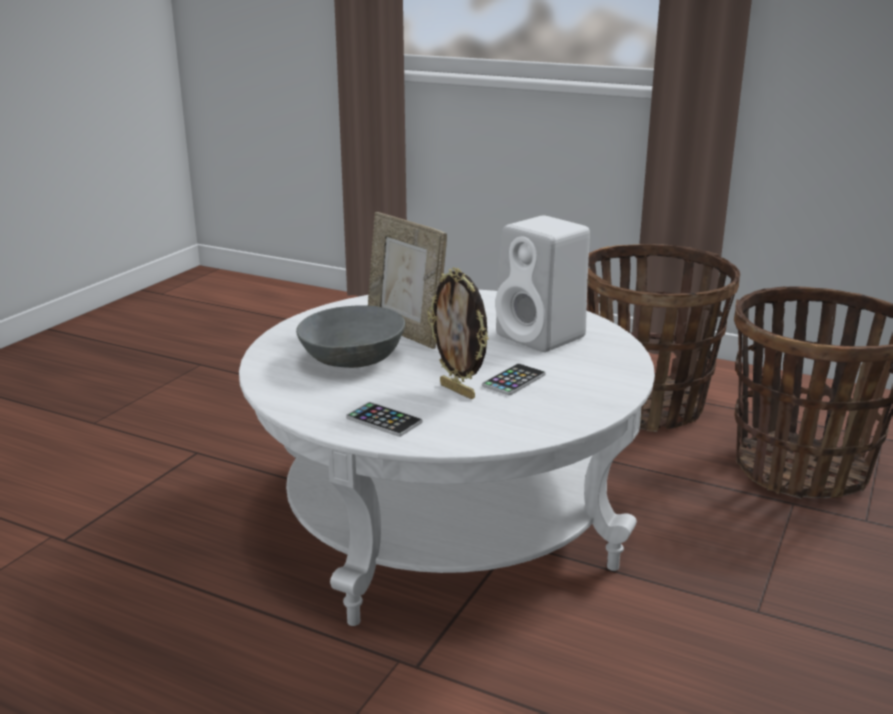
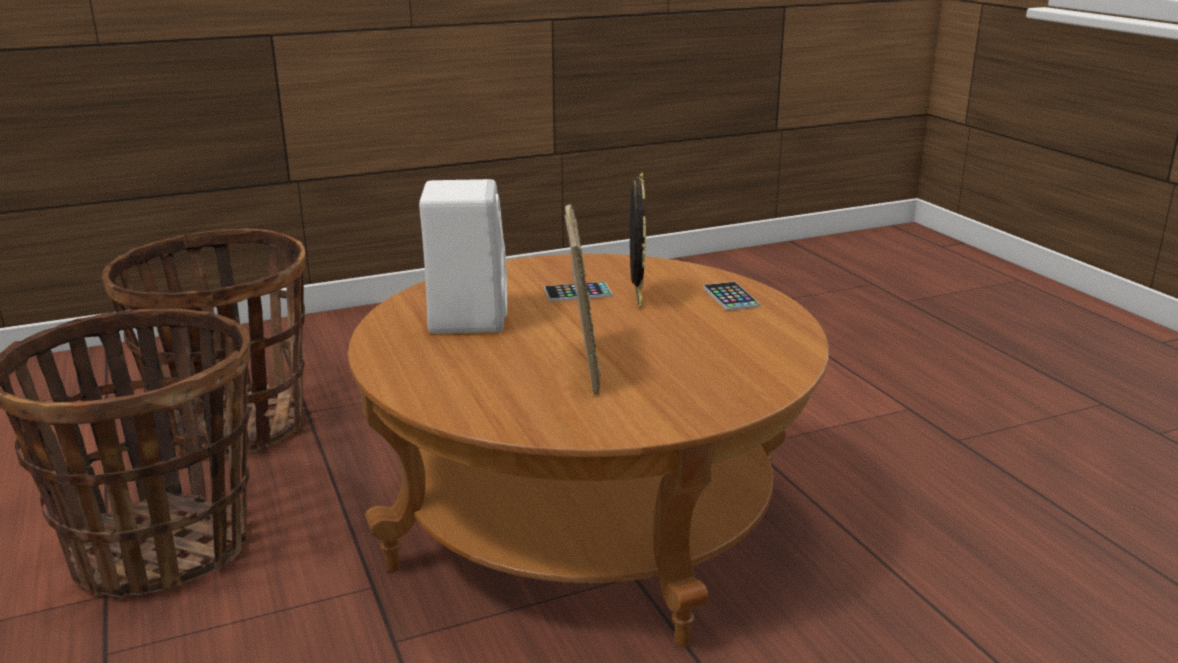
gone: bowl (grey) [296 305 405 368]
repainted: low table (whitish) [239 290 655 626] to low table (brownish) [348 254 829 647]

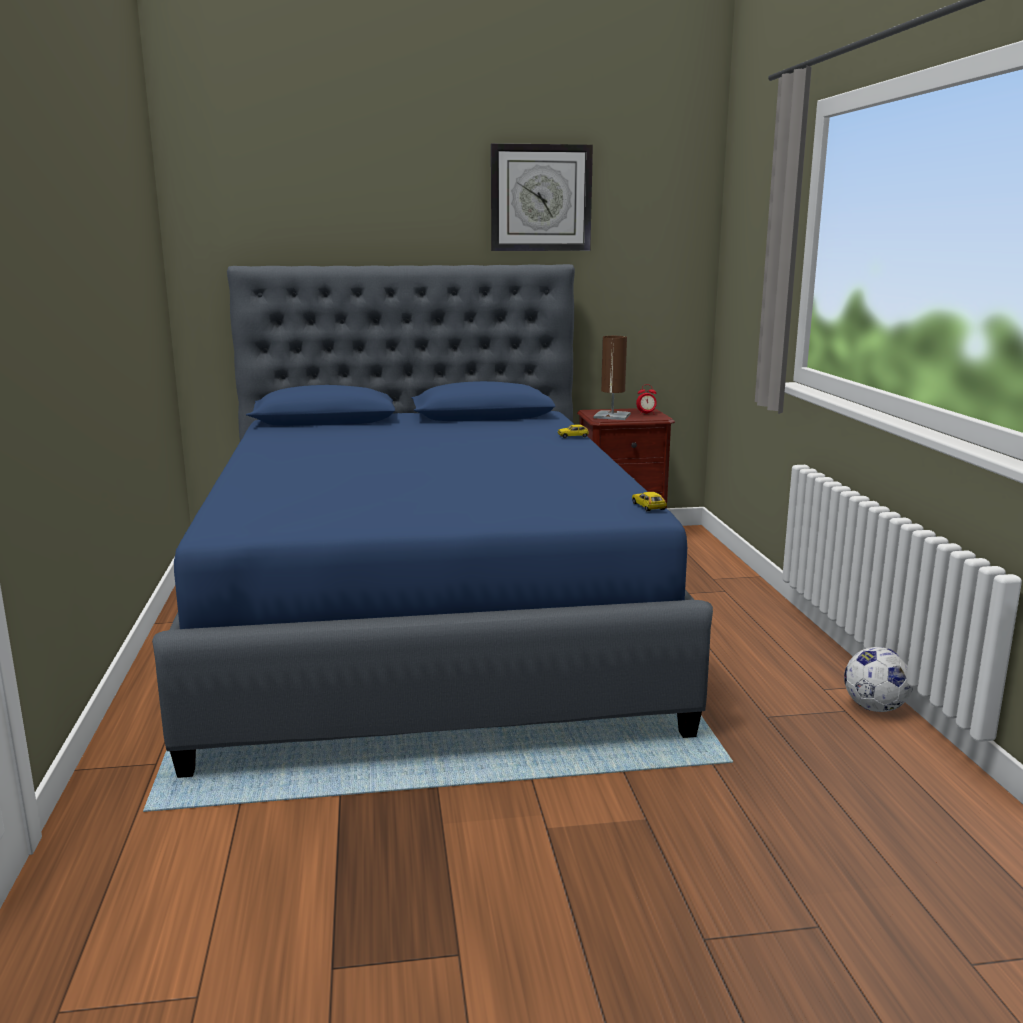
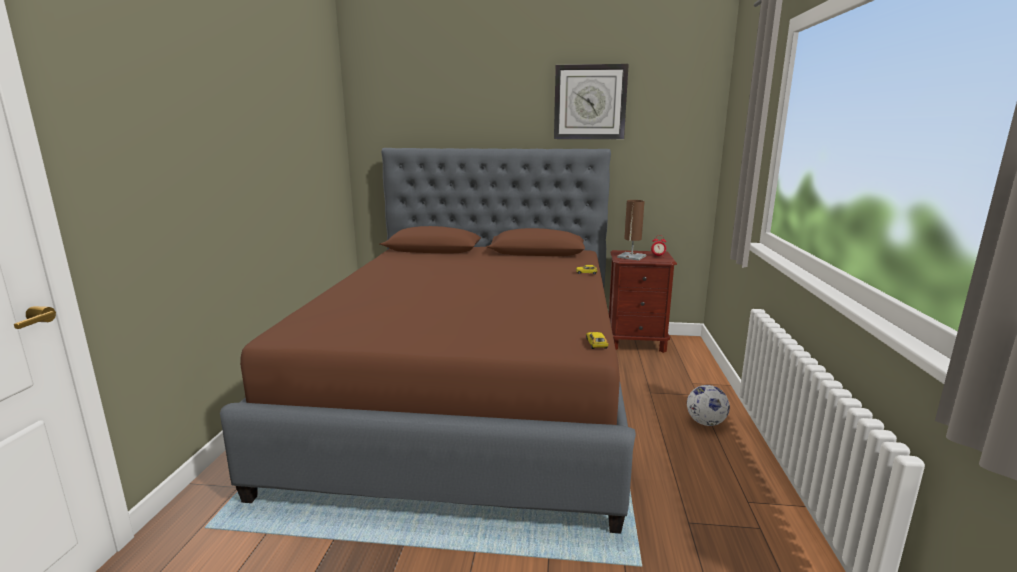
shifted: football ball [844 647 913 712] to [687 385 730 426]
repainted: sleeping bed (blue) [152 264 713 778] to sleeping bed (brownish) [220 148 636 534]

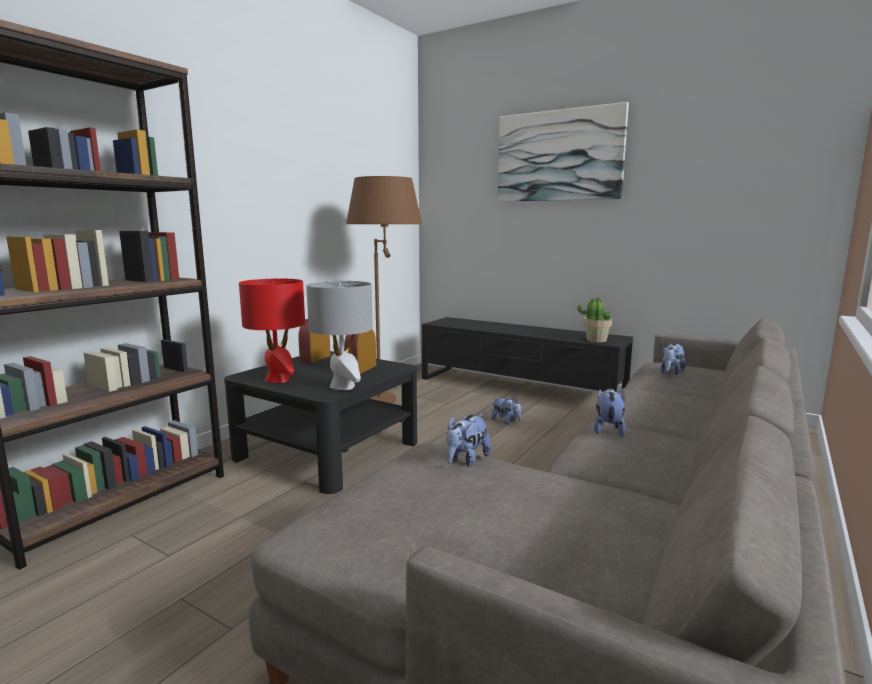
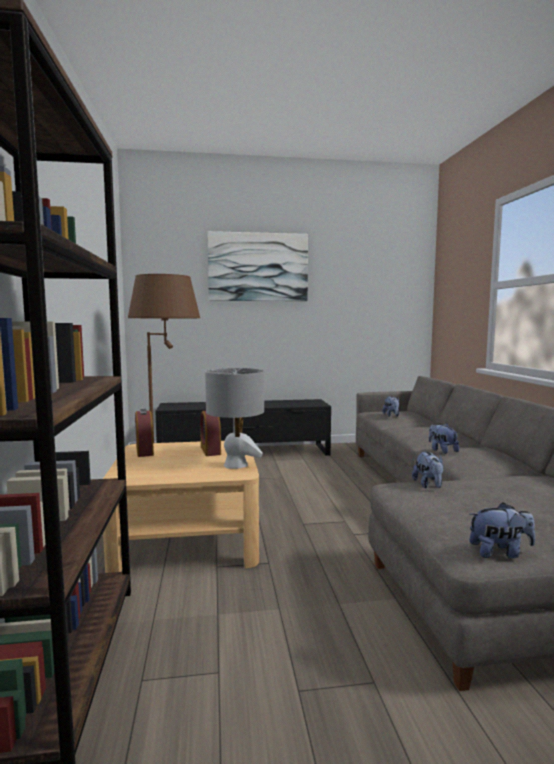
gone: lamp for a table (red-coloured) [239 279 305 383]; plant in a pot [577 296 612 342]
shifted: cuddly toy [491 397 521 425] to [469 502 535 558]
repainted: low table (black) [224 351 417 494] to low table (sand-coloured) [103 441 259 573]

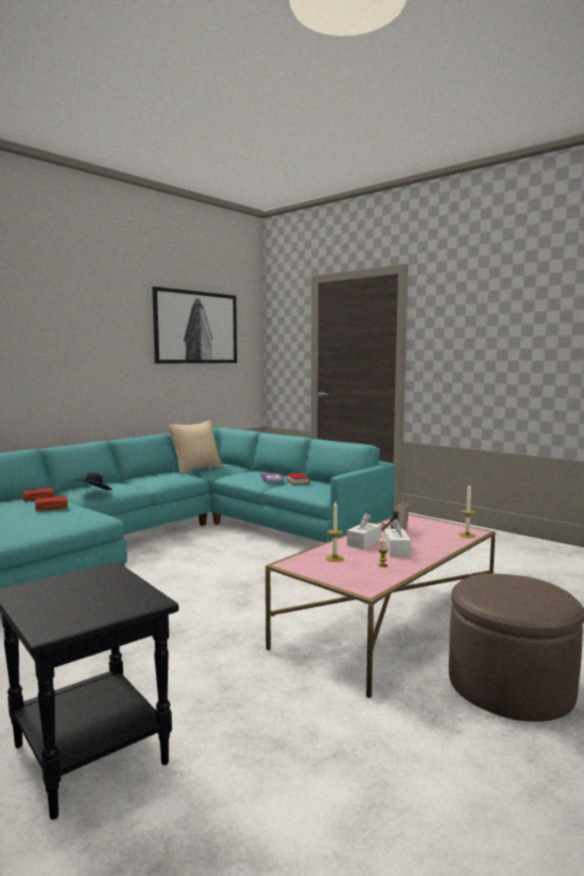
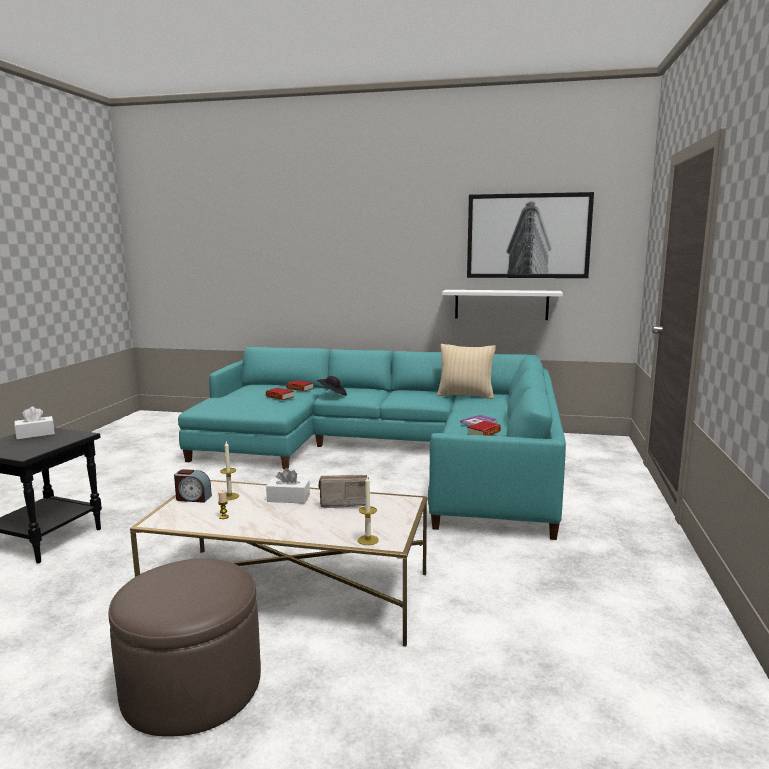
new: alarm clock [174 469 212 503]; shelf (whitish) [442 290 563 320]
shifted: tissue holder (whitish) [384 519 411 556] to [14 406 55 439]
repainted: low table (pink) [265 514 496 698] to low table (whitish) [130 480 427 647]

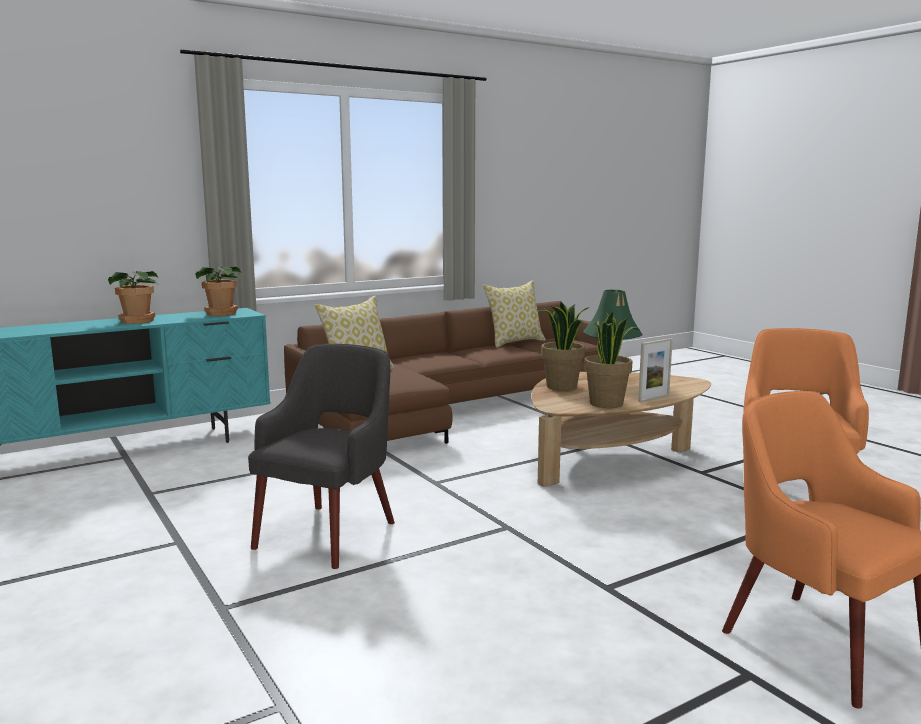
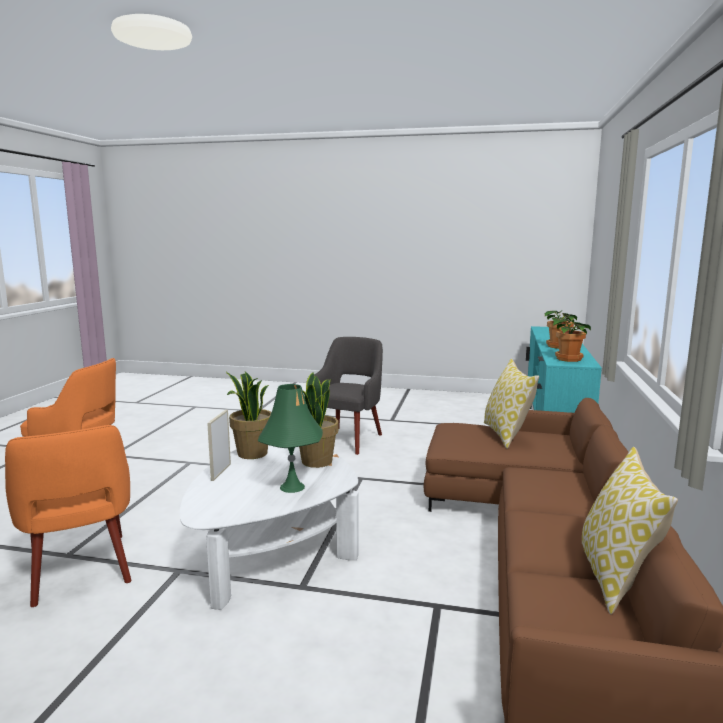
repainted: low table (brownish) [531 372 711 487] to low table (whitish) [180 445 359 610]
rotated: easy chair (grey) [248 344 395 569] = [314 337 383 455] 135 degrees counterclockwise

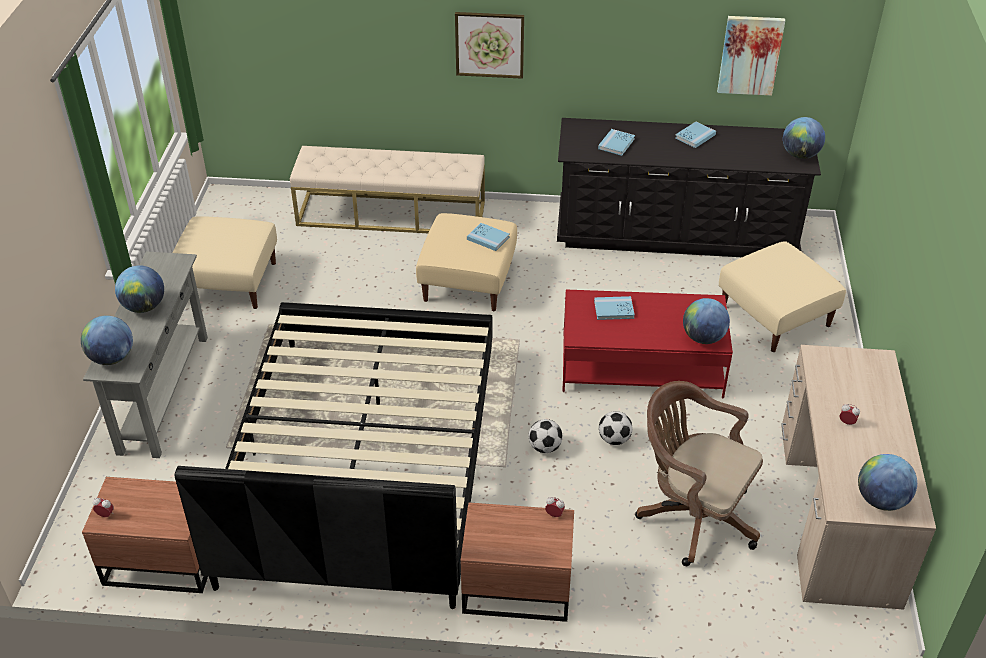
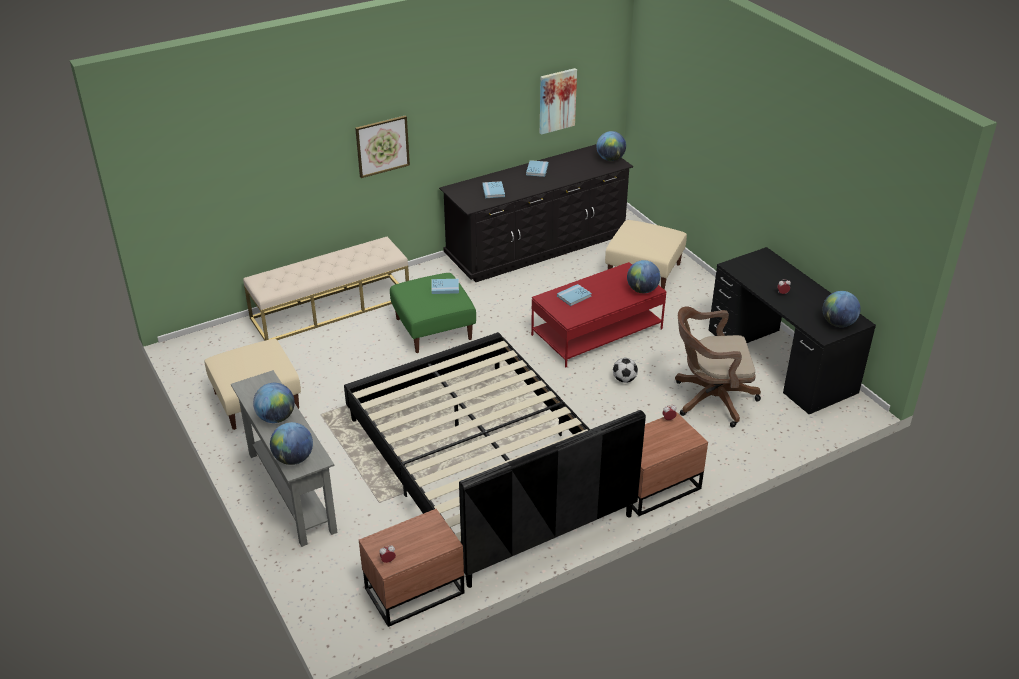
gone: football ball [529 419 563 453]
repainted: ottoman (sand-coloured) [416 213 517 311] to ottoman (green) [390 273 476 353]; desk unit (sand-coloured) [781 345 936 610] to desk unit (black) [709 247 876 414]

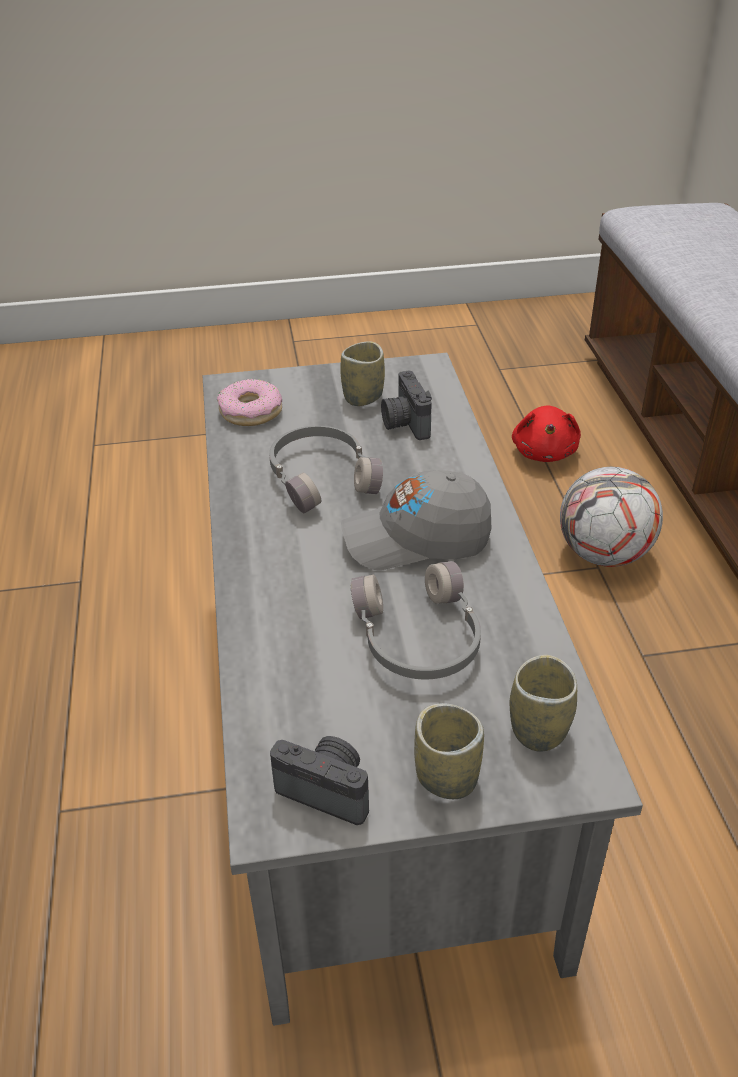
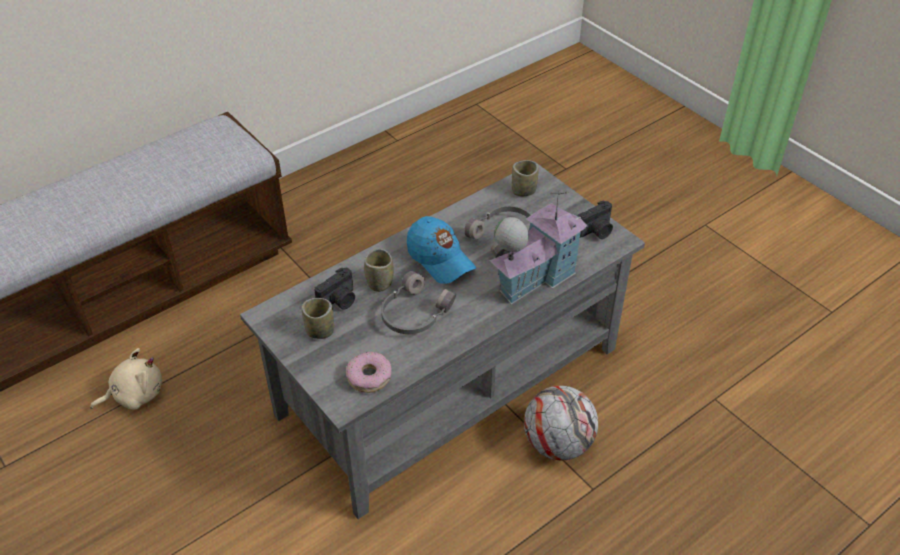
new: miniature house [489 192 587 304]
shifted: small cup [414 703 484 799] to [364 249 394 292]; football ball [560 467 663 567] to [524 386 598 461]
repainted: cuddly toy (red-coloured) [512 405 581 462] to cuddly toy (sand-coloured) [90 348 162 410]; peaked cap (grey) [341 470 491 571] to peaked cap (blue) [407 216 476 284]
rotated: still camera [270 736 369 825] = [578 200 613 239] 120 degrees counterclockwise

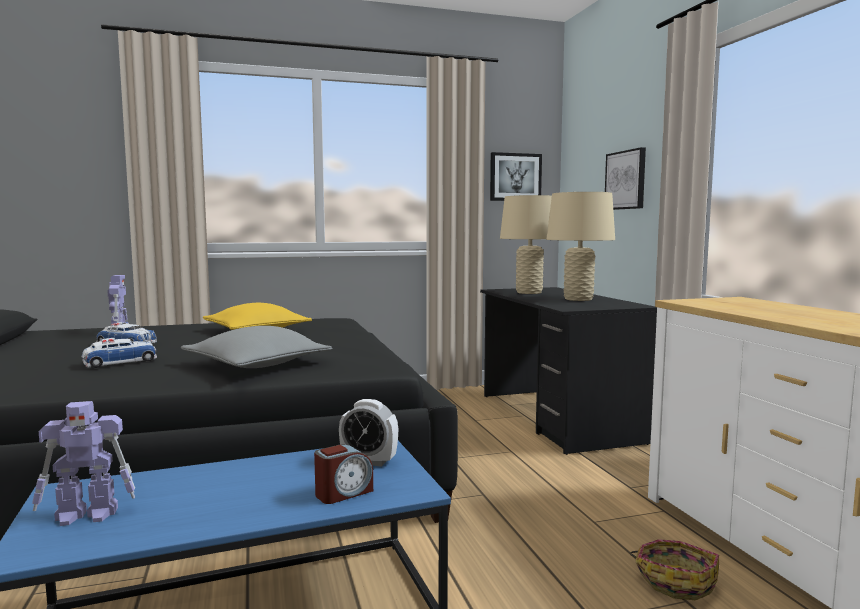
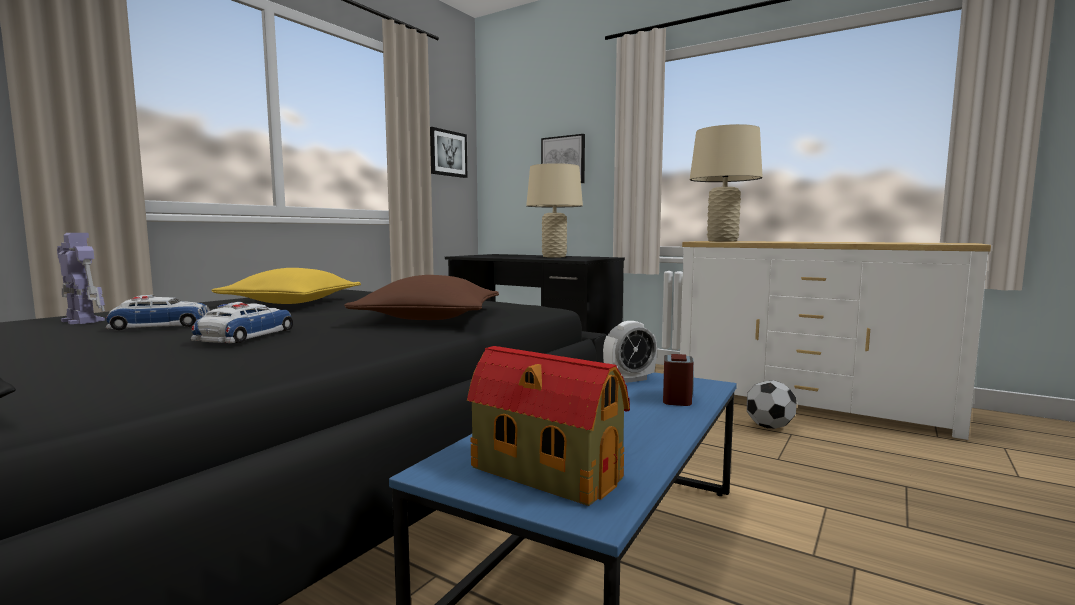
shifted: lamp for a table (sand-coloured) [500 195 552 294] to [690 124 763 242]
swapped: model robot [32 401 135 526] to miniature house [467 346 630 506]; basket [630 539 719 600] to football ball [747 380 796 429]
repainted: throw pillow (grey) [181 326 333 368] to throw pillow (brownish) [344 275 499 320]

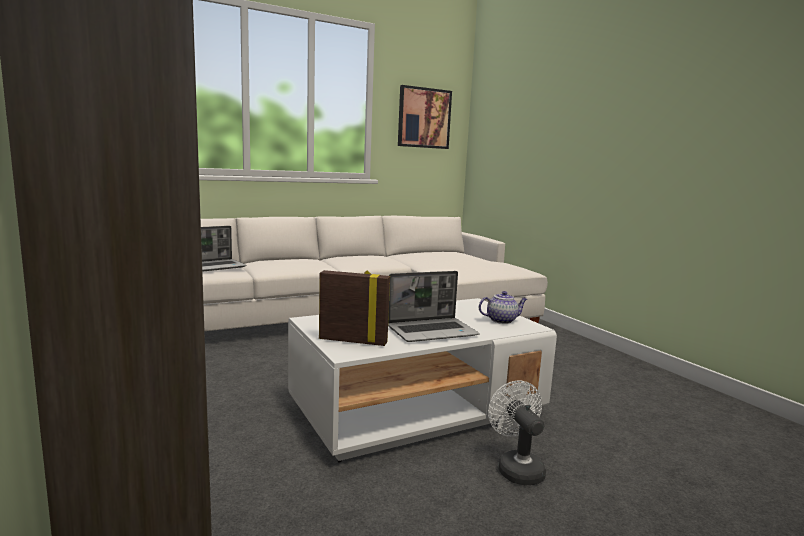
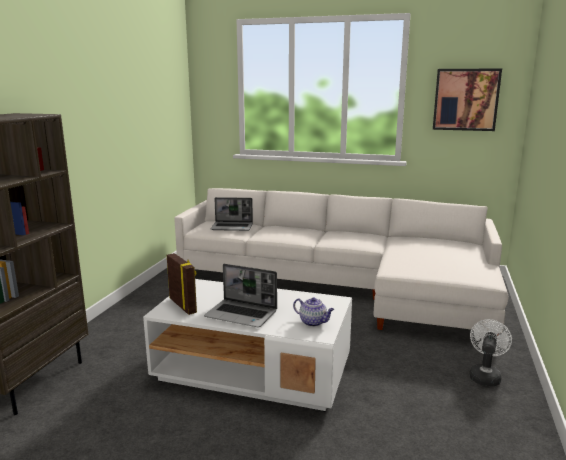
shifted: fan (whitish) [488 381 546 486] to [469 319 512 386]

